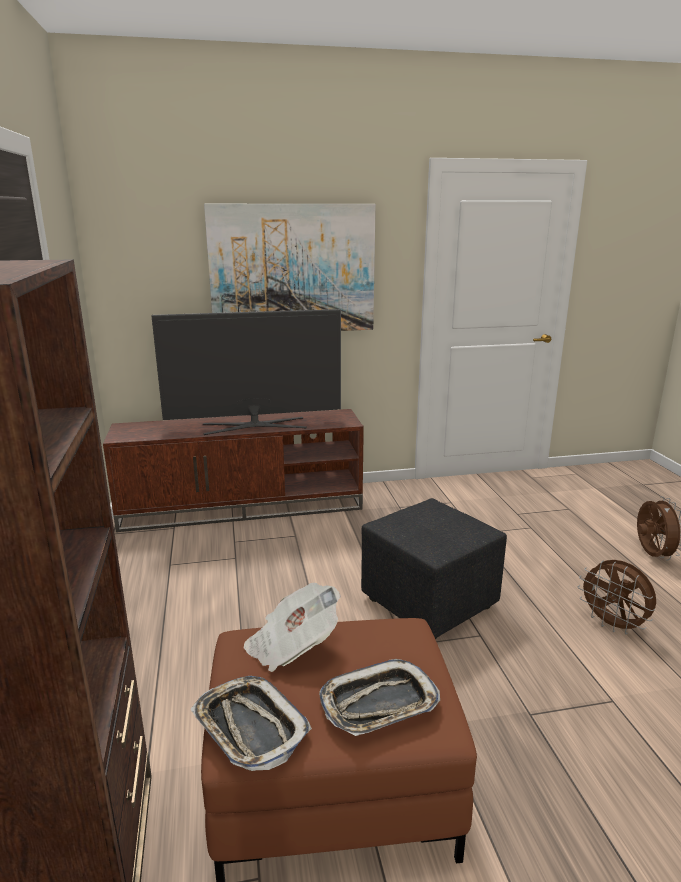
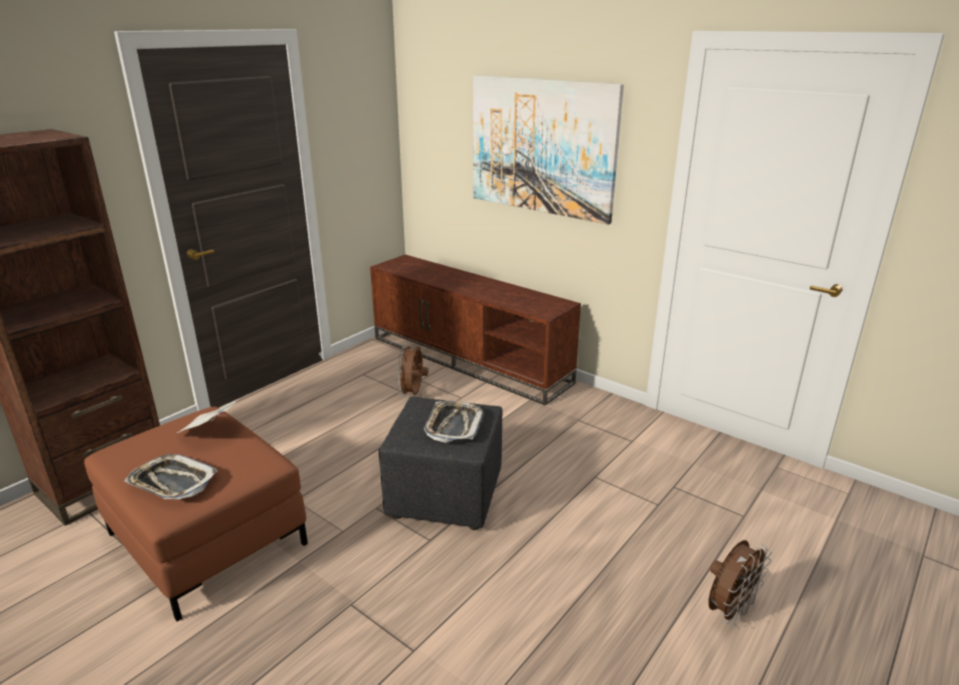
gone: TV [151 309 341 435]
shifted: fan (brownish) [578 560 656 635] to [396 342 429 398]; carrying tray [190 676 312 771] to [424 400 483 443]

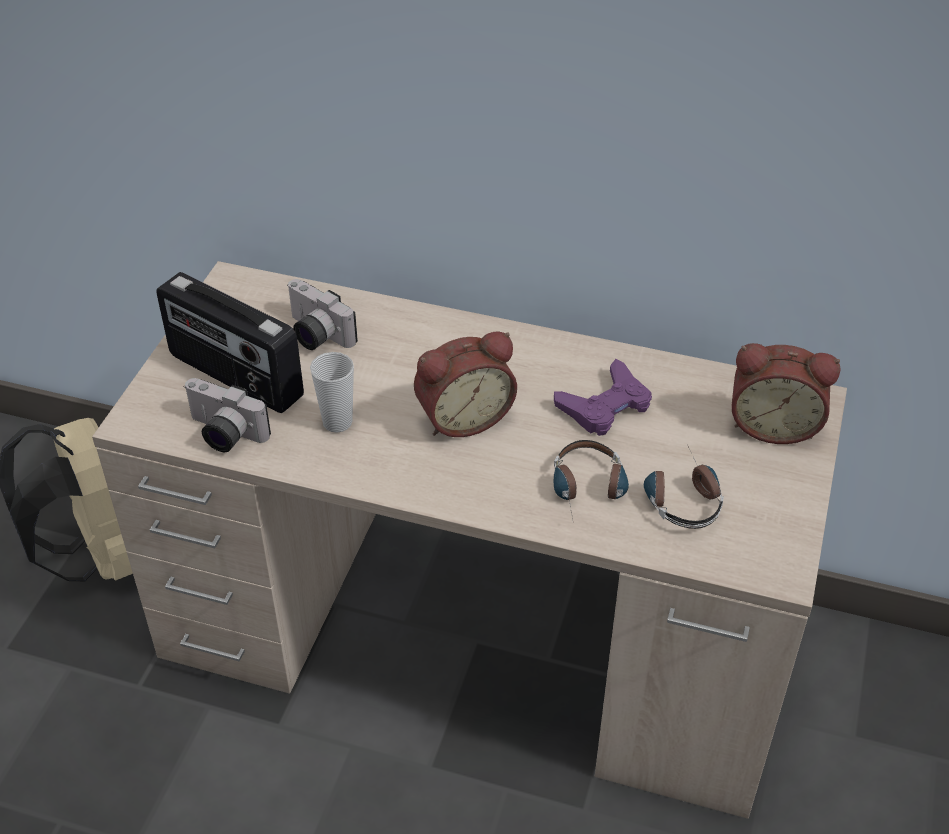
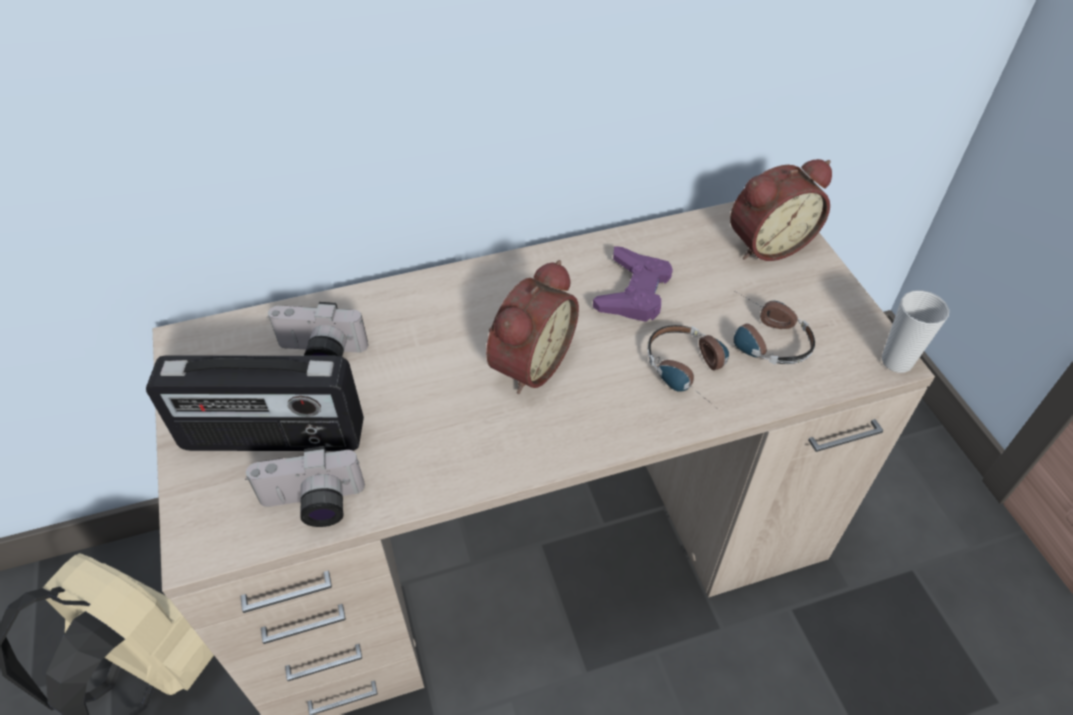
shifted: small cup [310 352 354 432] to [882 290 949 373]

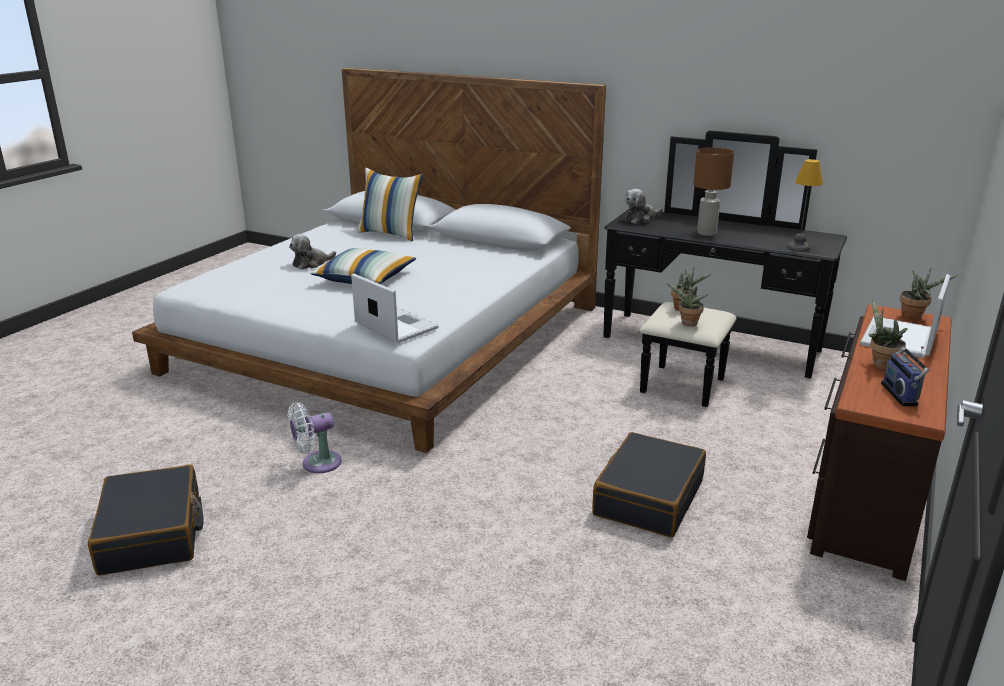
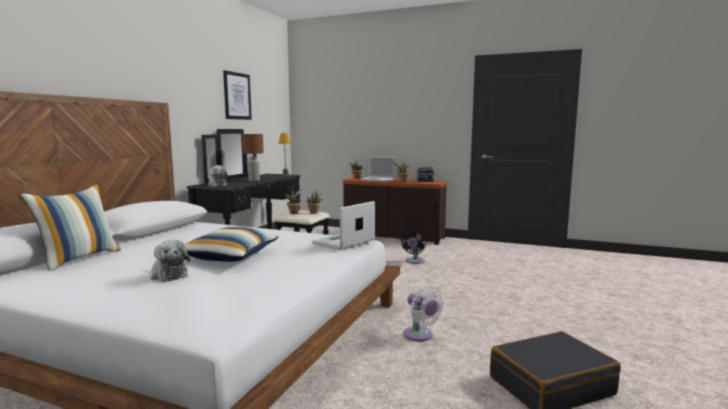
new: wall art [223 70 252 120]
swapped: piece of luggage (black) [592 432 706 537] to fan (black) [401 229 426 264]

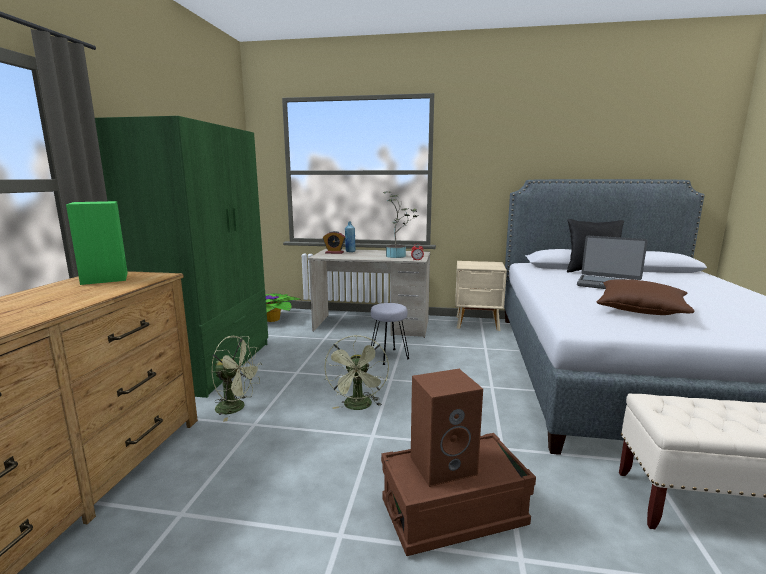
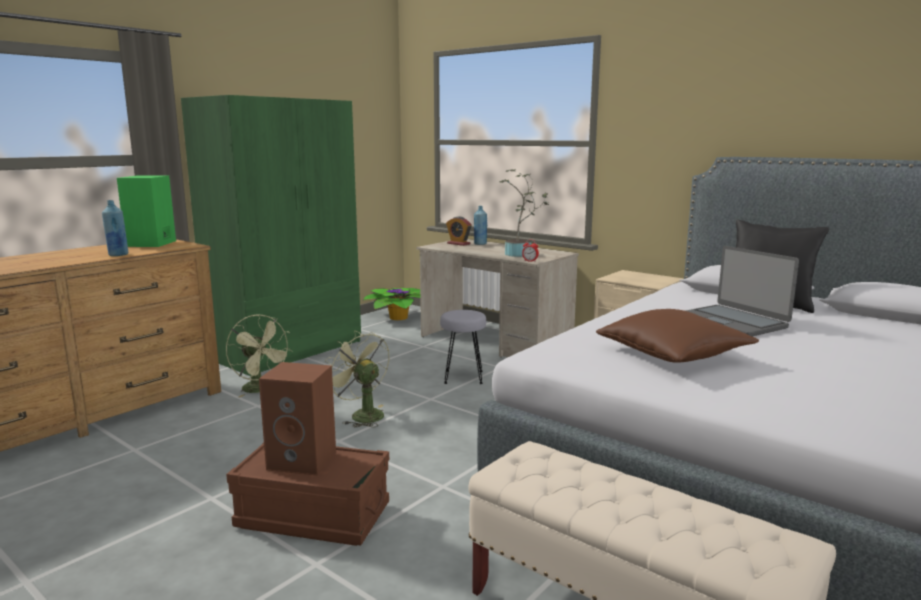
new: beverage bottle (blue) [102 200 128 256]
rotated: fan (green) [324 335 389 410] = [325 331 389 427] 105 degrees clockwise

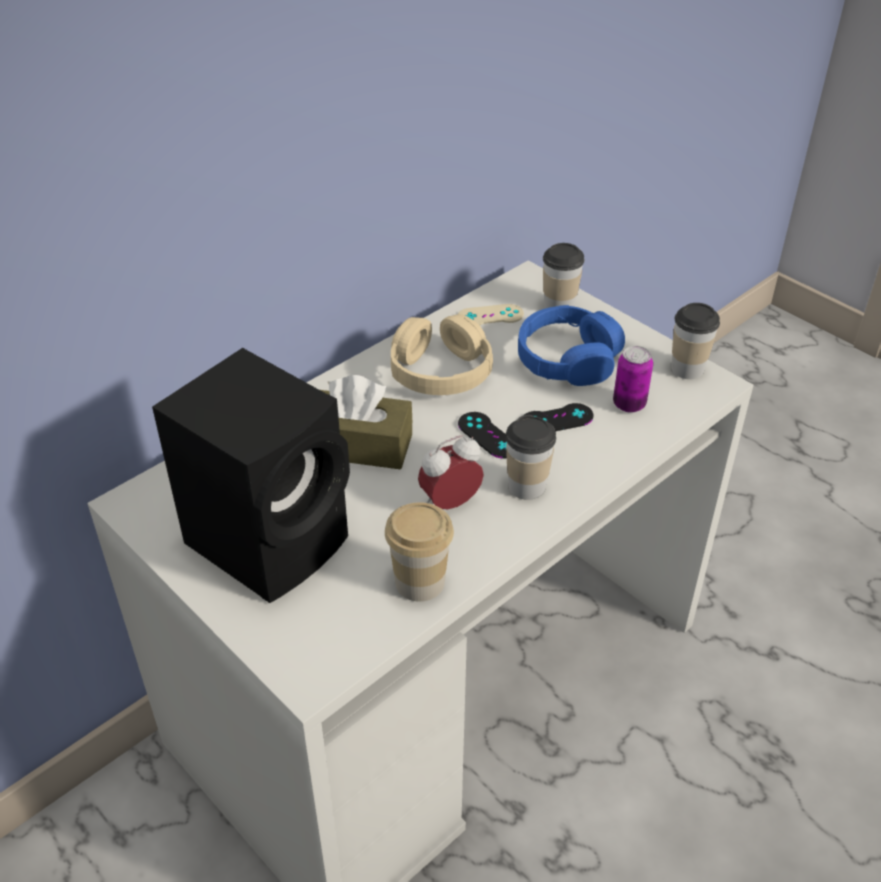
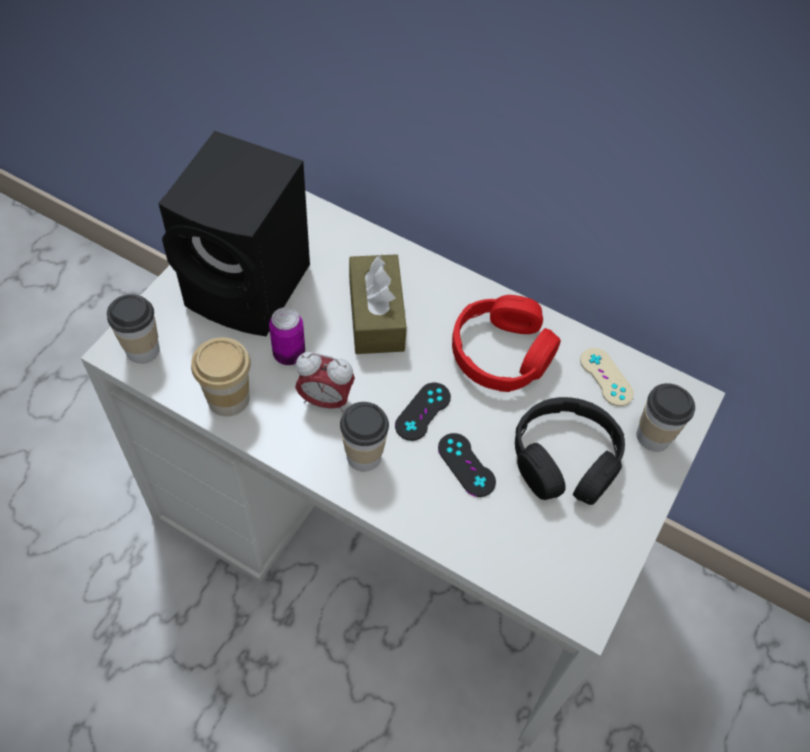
shifted: small cup [671 303 720 379] to [107 294 160 364]; can [613 346 653 413] to [269 307 305 365]
repainted: headphones (sand-coloured) [391 314 493 395] to headphones (red-coloured) [452 295 561 392]; headphones (blue) [518 305 625 386] to headphones (black) [515 397 625 505]
rotated: alarm clock [418 435 484 509] = [295 352 355 412] 150 degrees clockwise

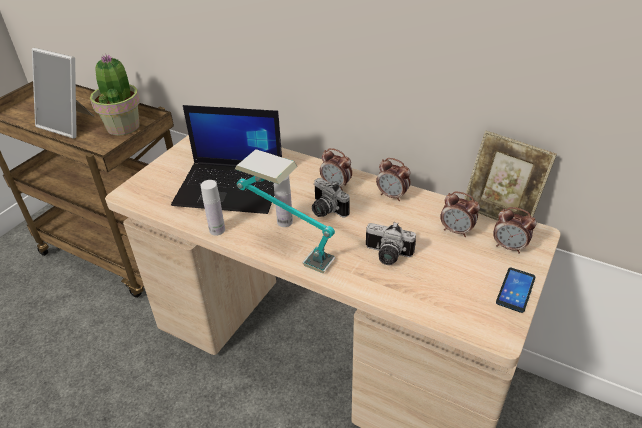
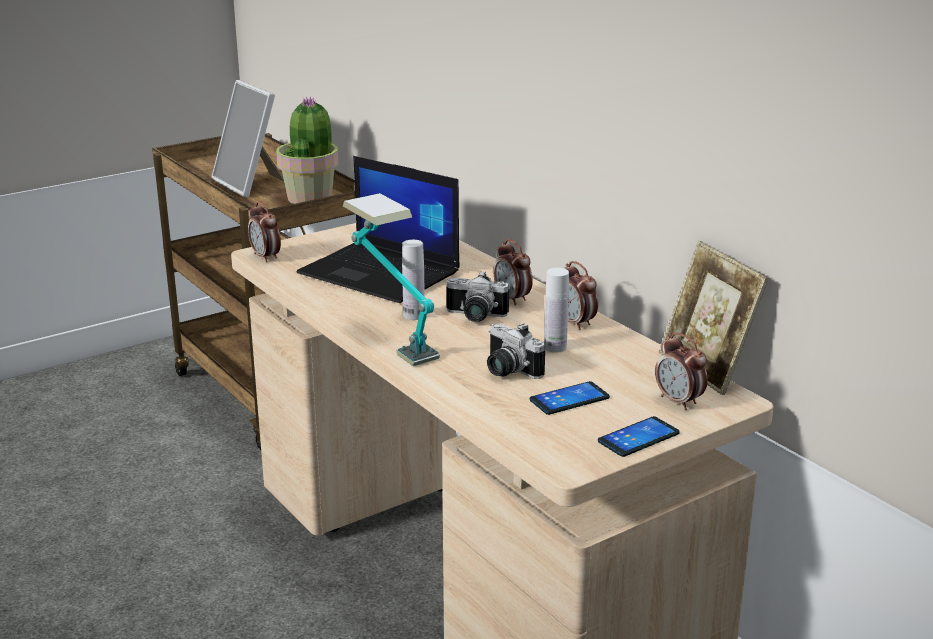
new: handset [530 381 610 415]
shifted: alarm clock [440 191 480 237] to [248 201 281 262]; beverage bottle (whitish) [201 180 225 236] to [544 268 569 352]
rotated: still camera [312 178 350 218] = [446 271 509 322] 60 degrees counterclockwise

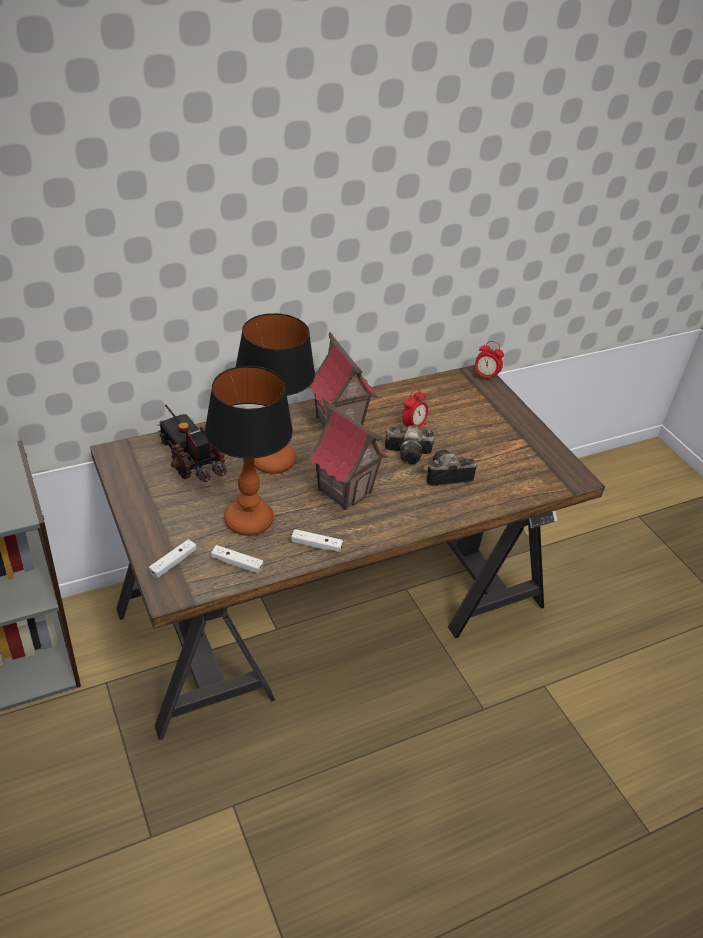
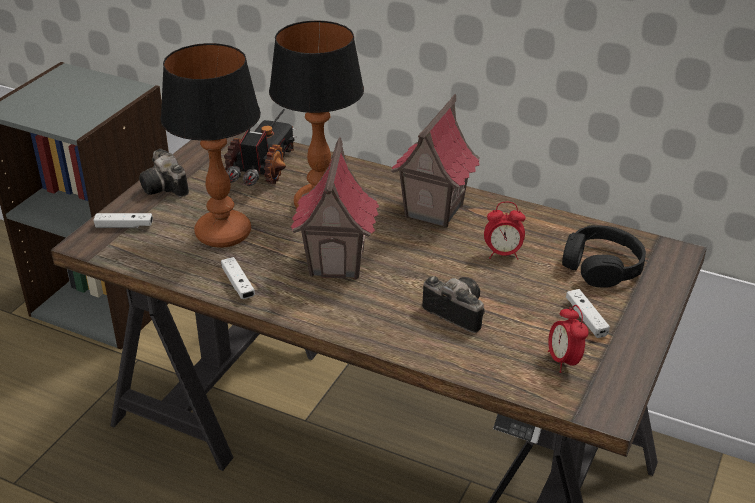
new: headphones (black) [562 225 646 288]
shifted: still camera [385 425 434 465] to [139 149 189 197]; alarm clock [474 341 504 382] to [548 305 589 373]; game controller (whitish) [211 545 263 574] to [566 289 610 338]

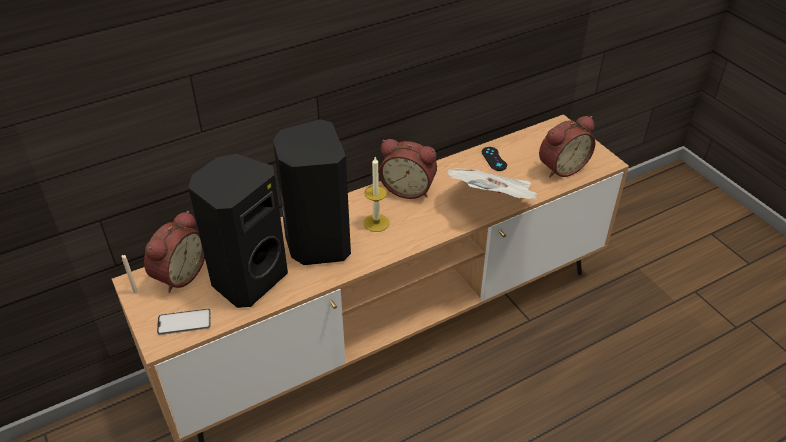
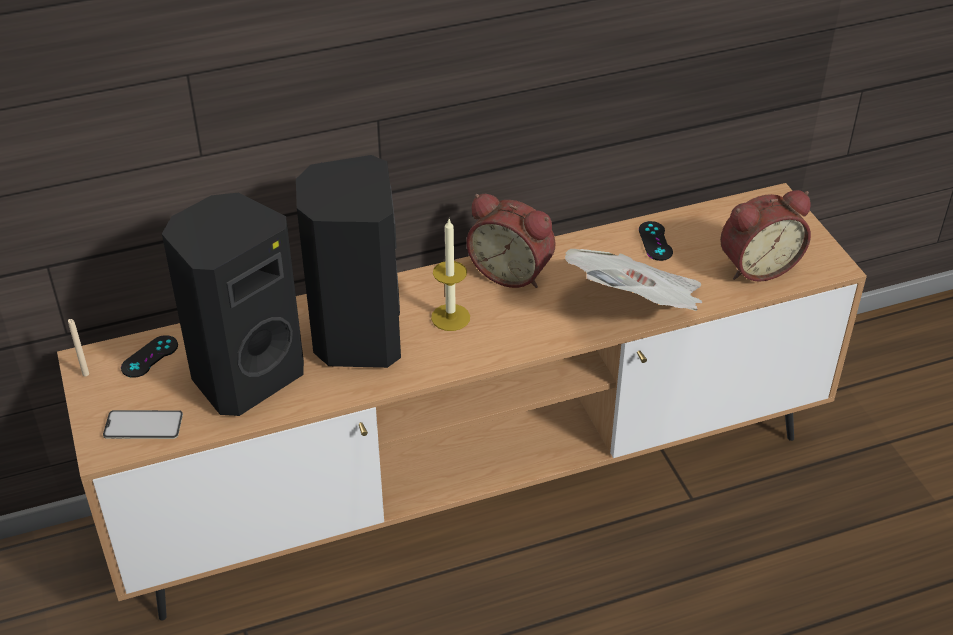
swapped: alarm clock [144 211 205 293] to game controller (black) [121 335 178 378]

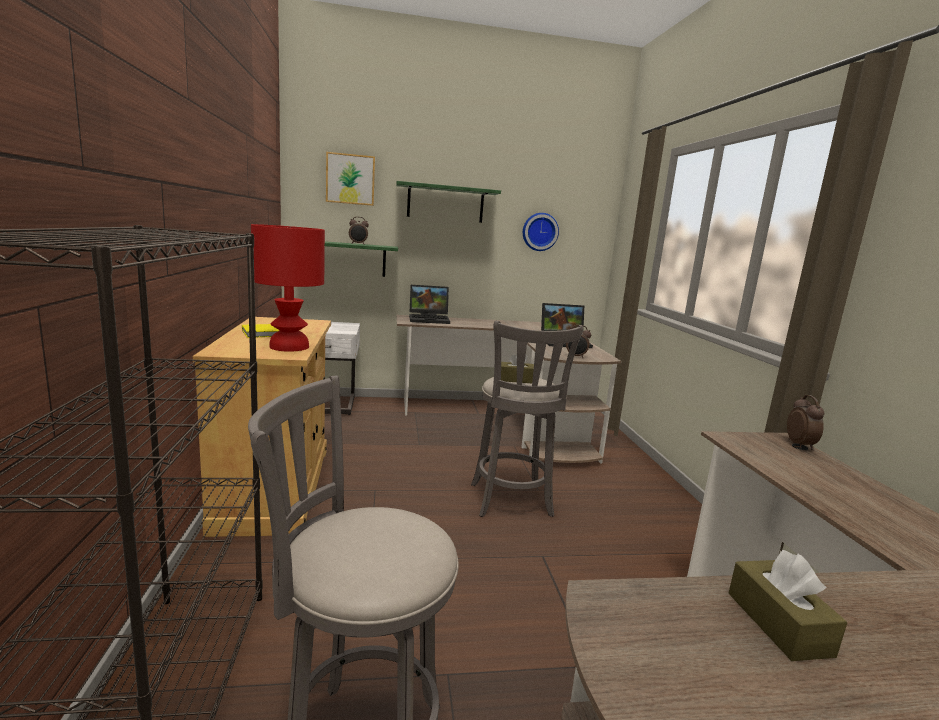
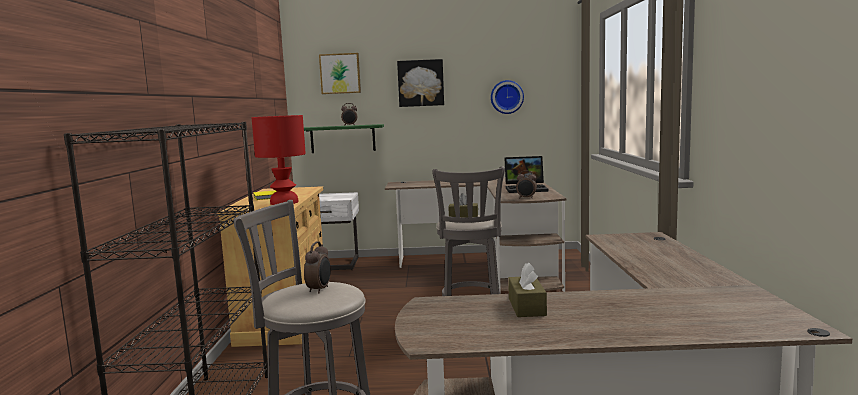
gone: portable computer [409 285 450 324]
shifted: alarm clock [787 395 824 450] to [304 242 331 294]
swapped: shelf (green) [396 181 501 223] to wall art [397 59 444 107]

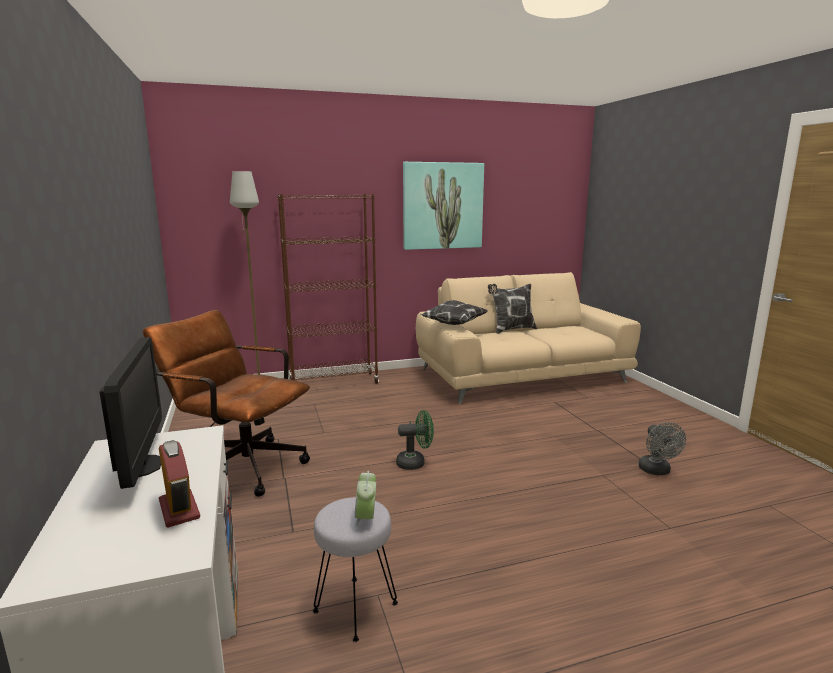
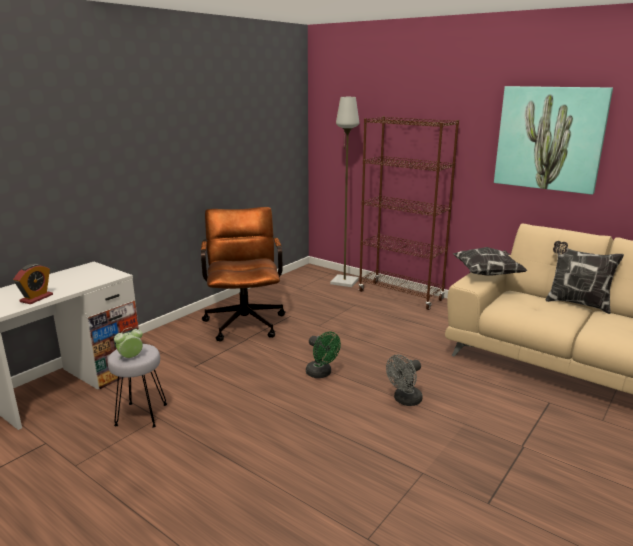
gone: computer display [99 337 162 489]
shifted: fan (grey) [638 422 686 475] to [386 354 423 406]

